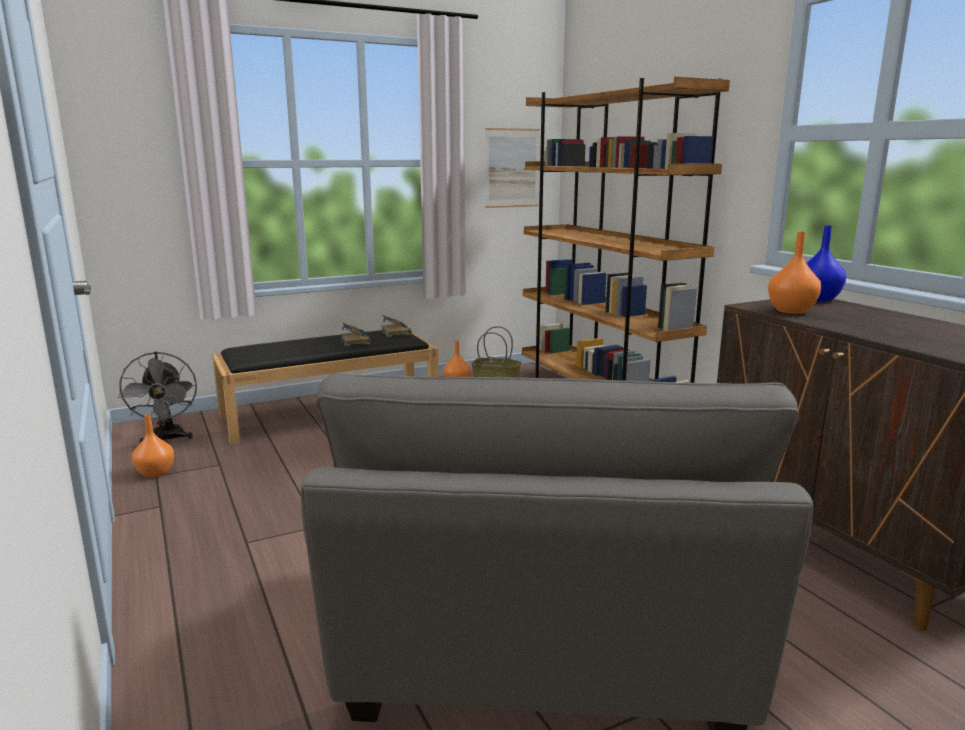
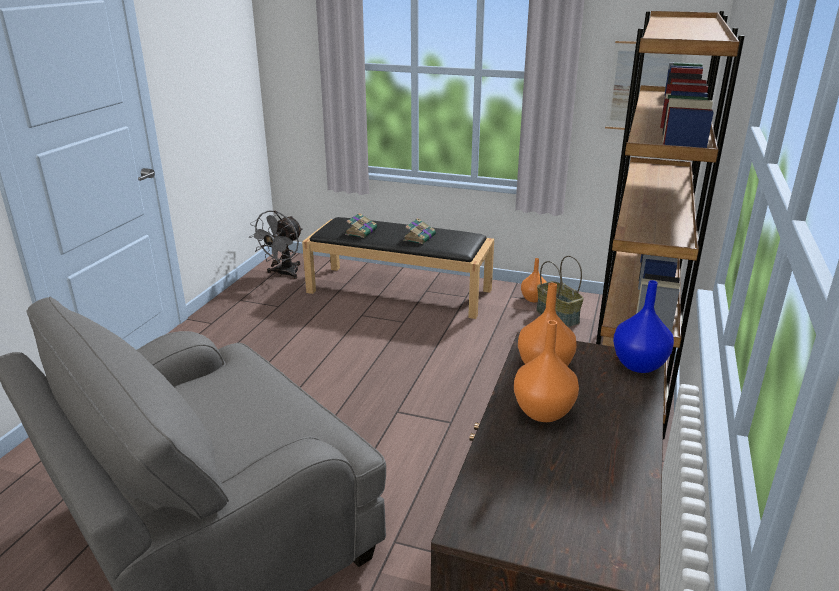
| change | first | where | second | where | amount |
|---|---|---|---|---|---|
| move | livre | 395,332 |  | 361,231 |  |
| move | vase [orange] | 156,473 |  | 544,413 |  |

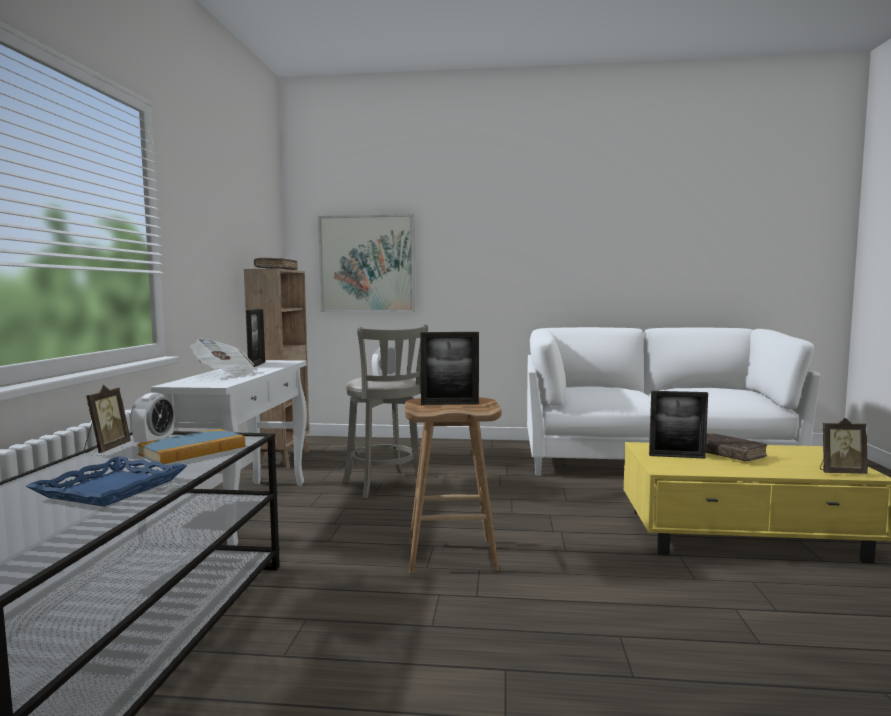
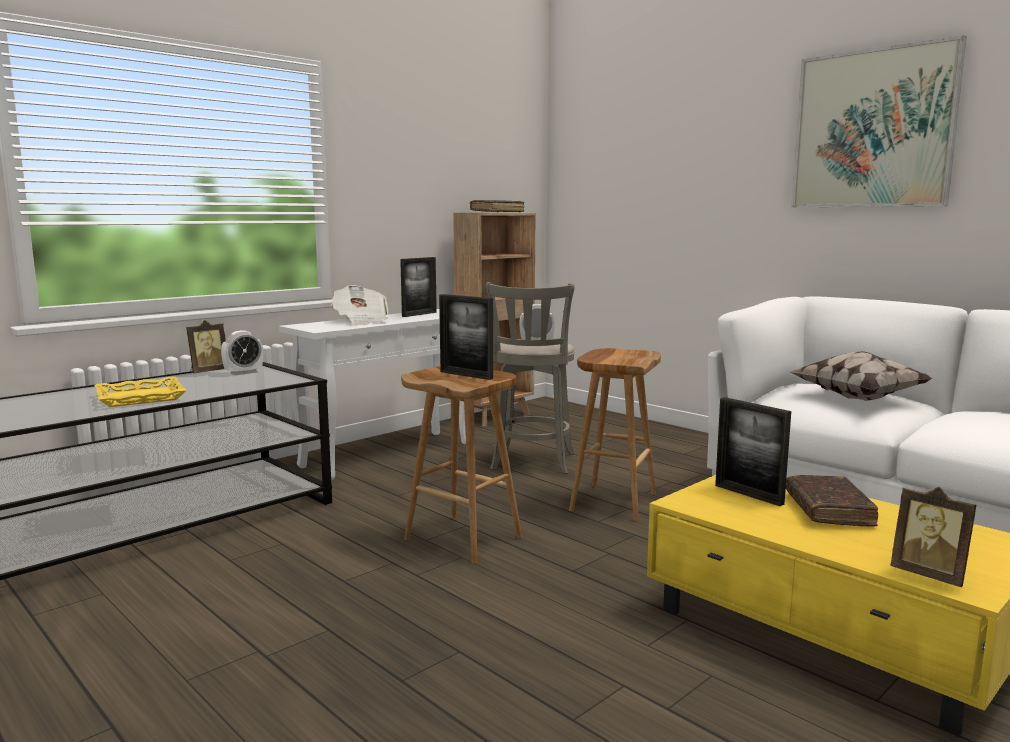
| change | first | where | second | where | amount |
|---|---|---|---|---|---|
| move | tableau | 367,264 |  | 873,129 |  |
| delete | livre | 193,450 |  |  |  |
| recolor | plateau [bleu] | 111,488 | plateau [jaune] | 141,397 |  |
| insert |  |  | tabouret [marron] | 613,501 |  |
| insert |  |  | coussin | 857,397 |  |

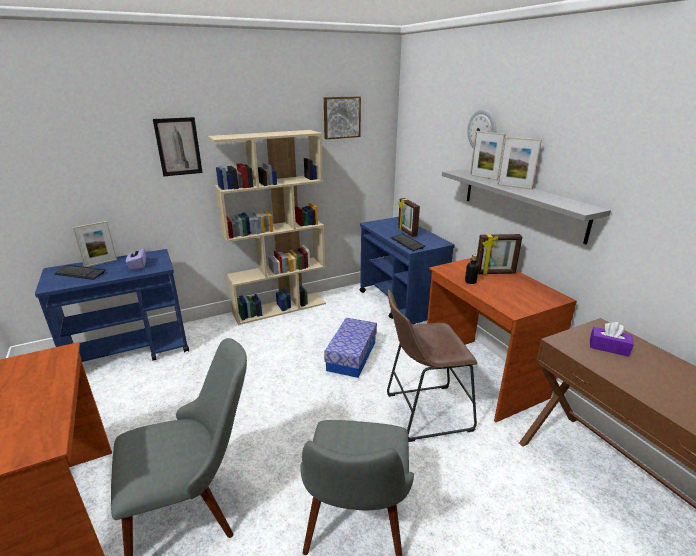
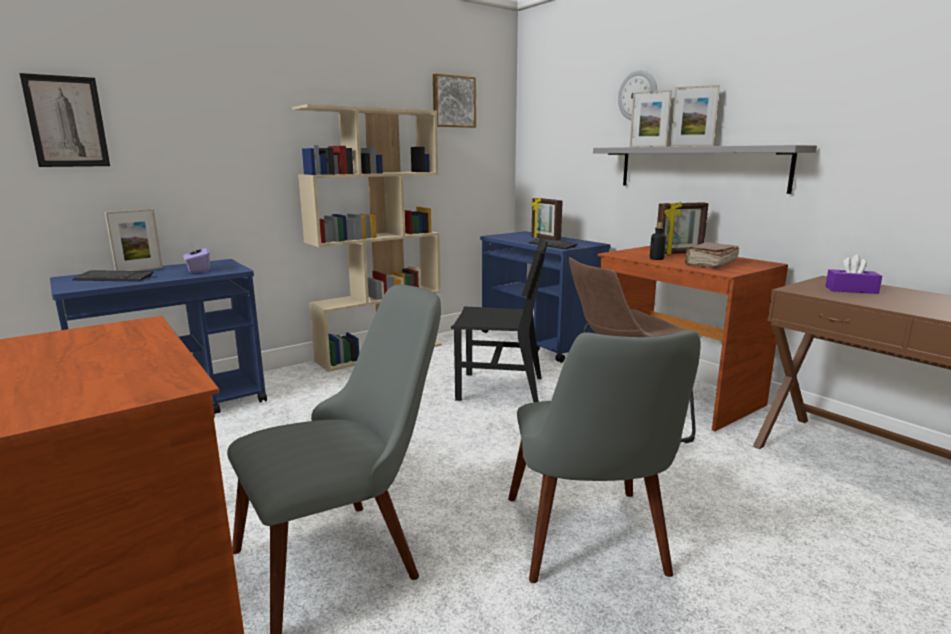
| change | first | where | second | where | amount |
|---|---|---|---|---|---|
| move | tableau | 178,146 |  | 67,122 |  |
| replace | boîte de rangement | 351,356 | chaise [noir] | 500,388 |  |
| insert |  |  | livre [marron] | 710,264 |  |

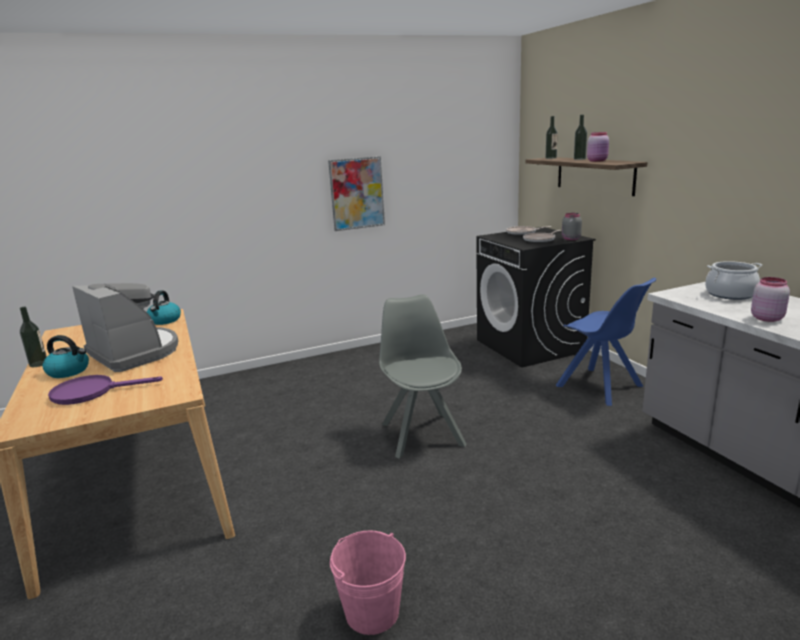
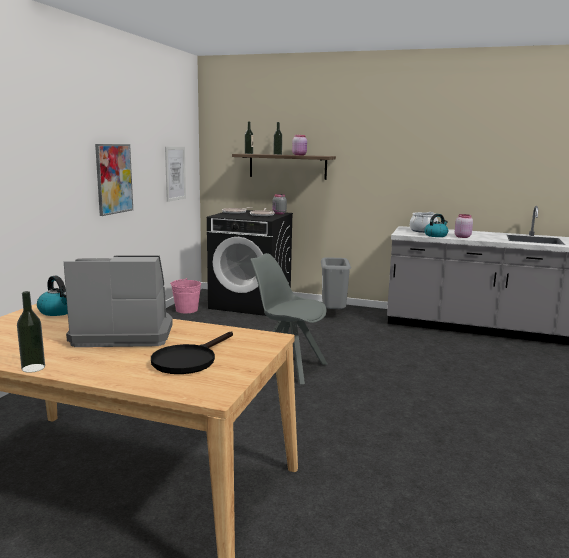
| change | first | where | second | where | amount |
|---|---|---|---|---|---|
| replace | chaise [bleu] | 601,387 | poubelle [gris] | 333,314 |  |
| move | bouilloire | 69,371 |  | 436,235 |  |
| recolor | poêle [violet] | 92,392 | poêle [noir] | 189,360 |  |
| move | seau [rose] | 372,612 |  | 186,310 |  |
| insert |  |  | tableau | 175,173 |  |

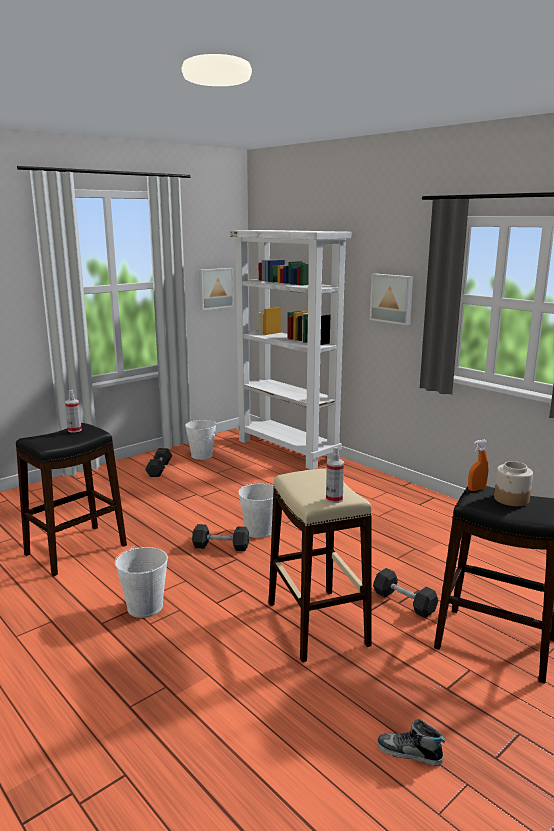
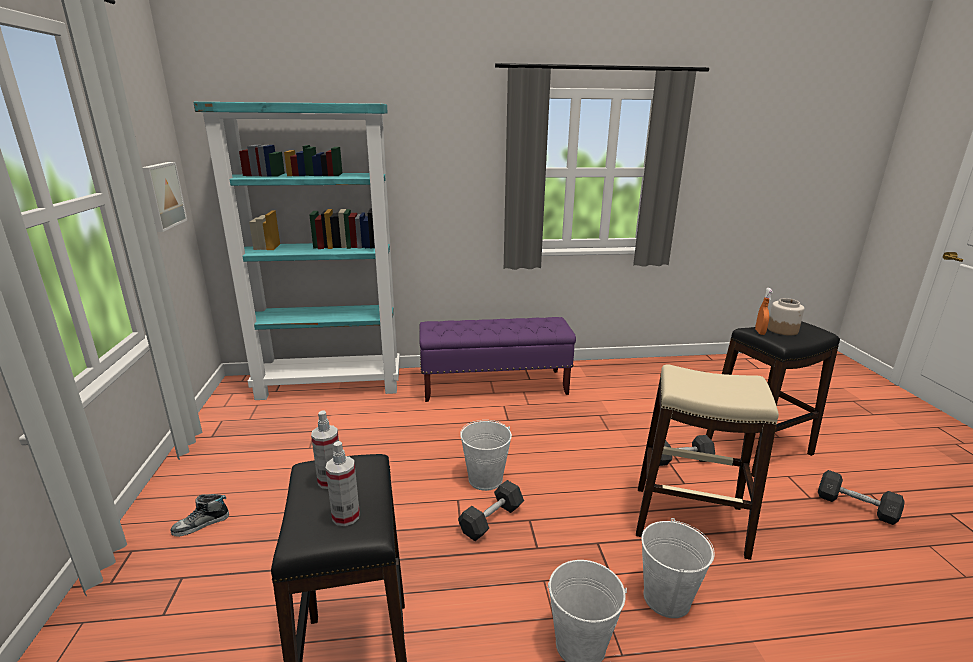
| change | first | where | second | where | amount |
|---|---|---|---|---|---|
| recolor | bibliothèque [blanc] | 288,450 | bibliothèque [turquoise] | 331,385 |  |
| delete | tableau | 392,298 |  |  |  |
| move | seau [blanc] | 201,455 |  | 666,598 |  |
| move | vaporisateur | 334,499 |  | 346,516 |  |
| move | haltère [gris] | 159,469 |  | 856,506 |  |
| move | chaussure | 409,753 |  | 201,524 |  |
| insert |  |  | banc [violet] | 495,386 |  |

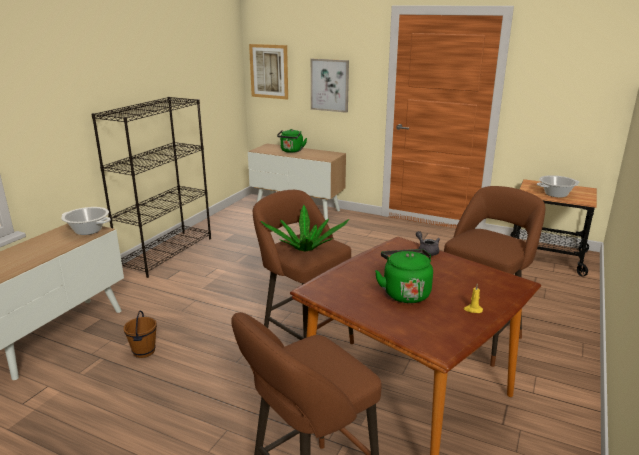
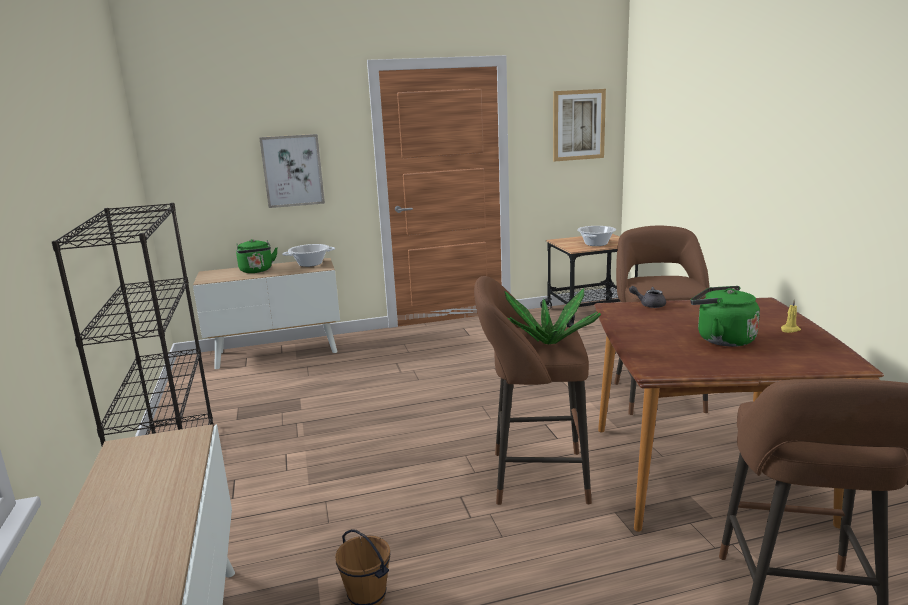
| change | first | where | second | where | amount |
|---|---|---|---|---|---|
| move | tableau | 269,71 |  | 578,125 |  |
| move | marmite | 88,230 |  | 310,264 |  |

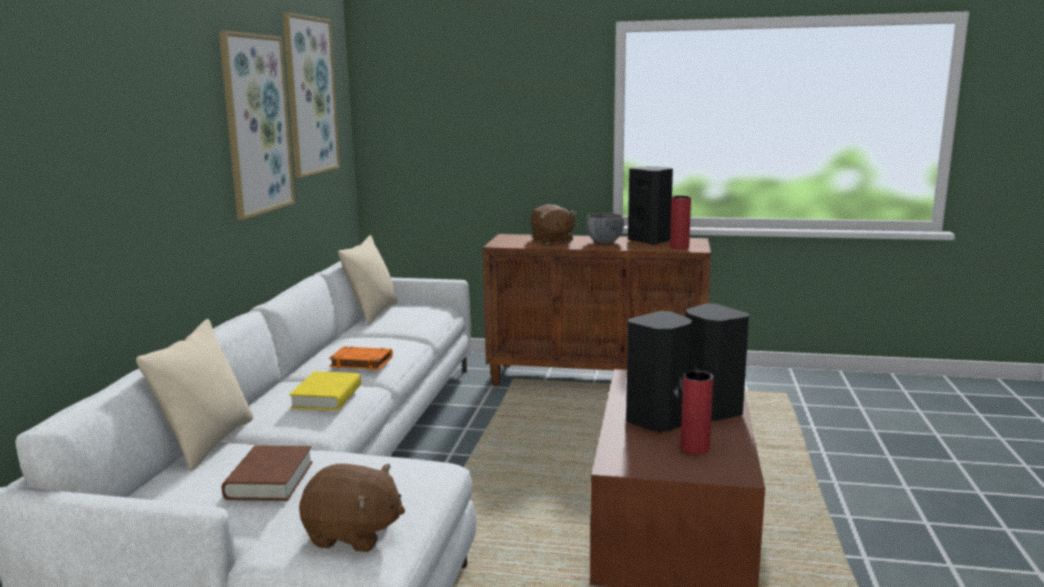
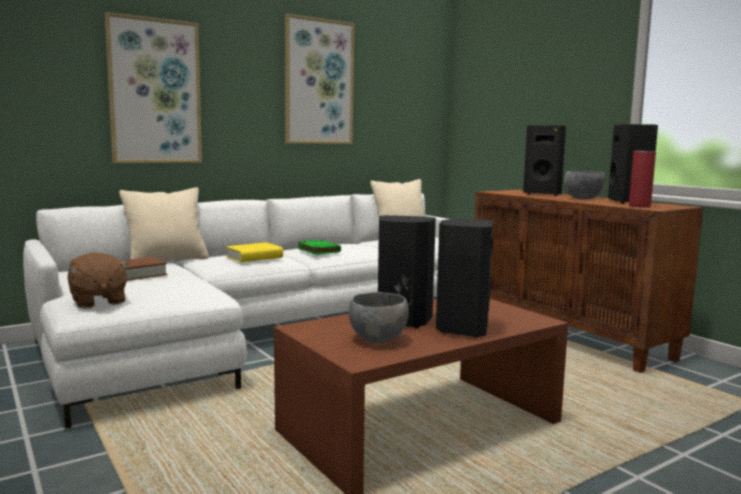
| change | first | where | second | where | amount |
|---|---|---|---|---|---|
| move | tableau | 310,96 |  | 155,92 |  |
| replace | peluche [marron] | 552,240 | enceinte [noir] | 543,194 |  |
| recolor | livre [orange] | 360,362 | livre [vert] | 318,250 |  |
| replace | vase [rouge] | 694,448 | bol [gris] | 378,339 |  |

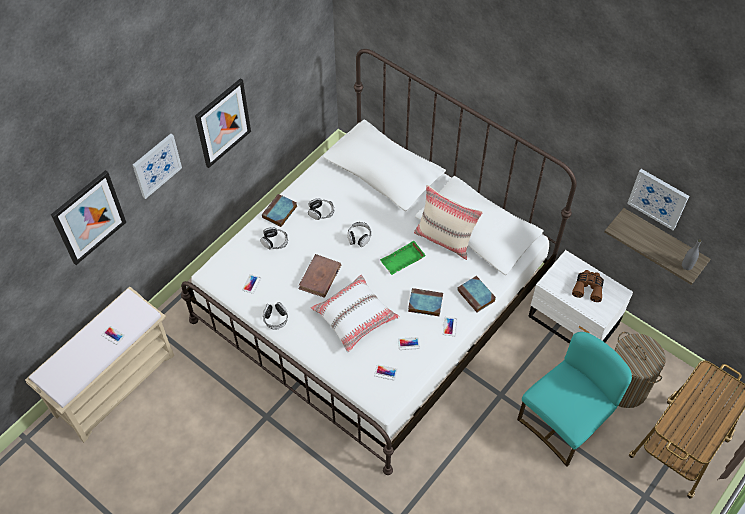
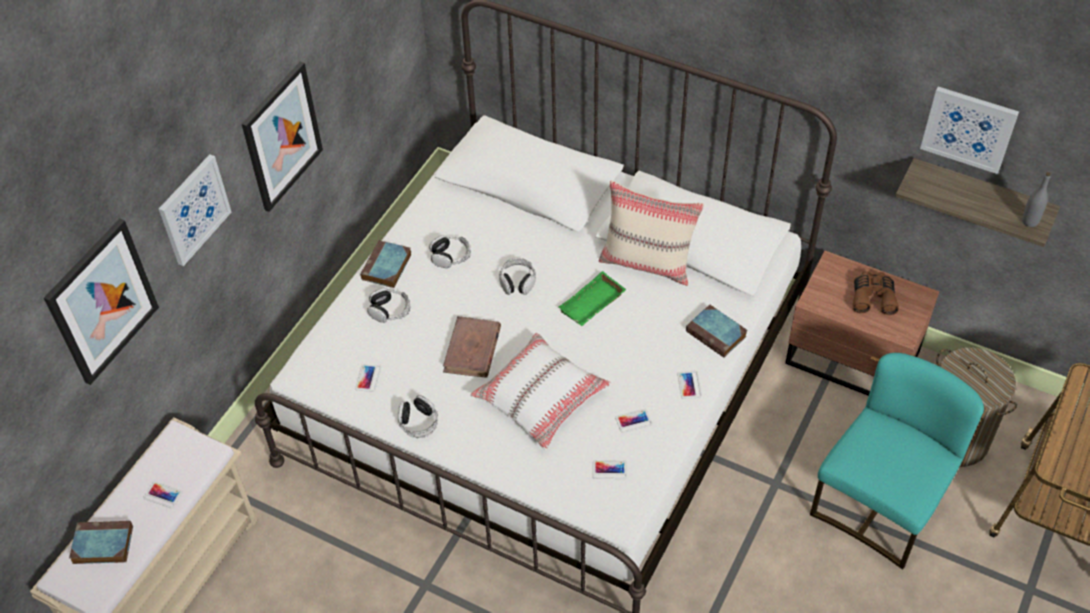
| change | first | where | second | where | amount |
|---|---|---|---|---|---|
| recolor | table de chevet [blanc] | 573,322 | table de chevet [marron] | 853,360 |  |
| move | livre | 424,304 |  | 101,545 |  |

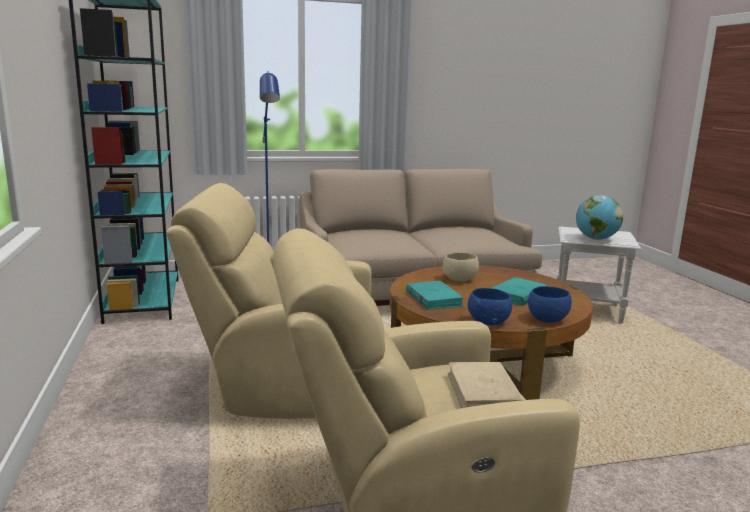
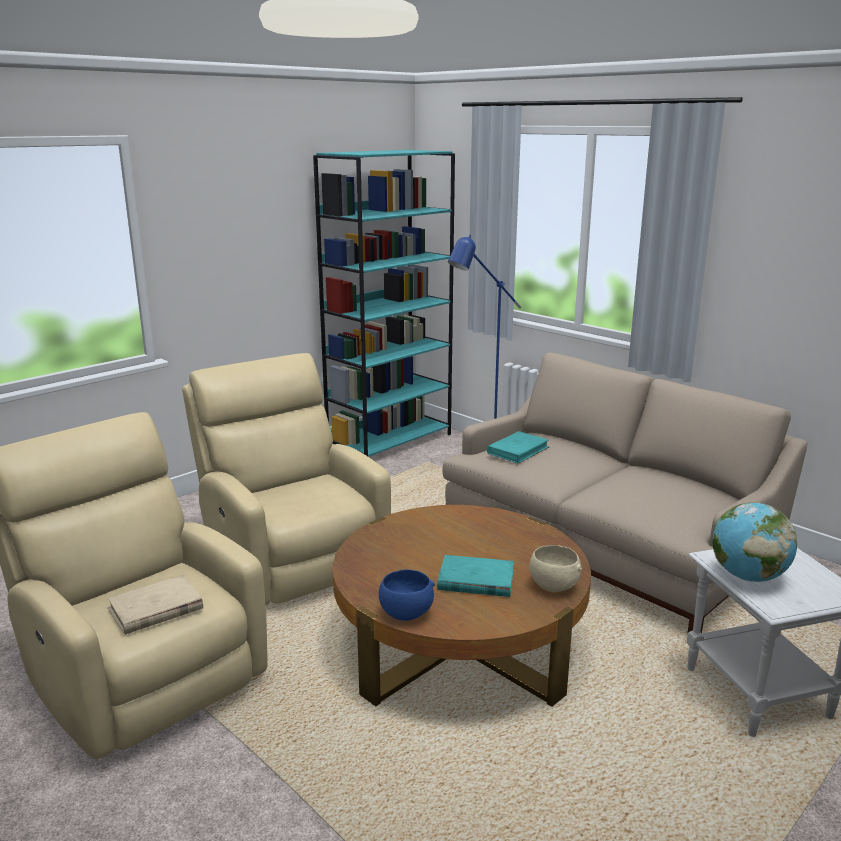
| change | first | where | second | where | amount |
|---|---|---|---|---|---|
| move | bol [beige] | 459,279 |  | 553,586 |  |
| move | livre [turquoise] | 433,298 |  | 518,450 |  |
| delete | bol [bleu] | 489,322 |  |  |  |

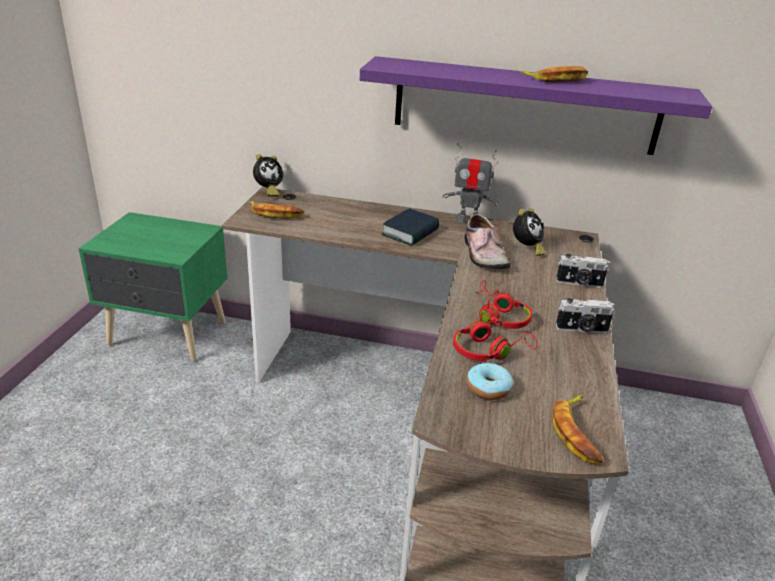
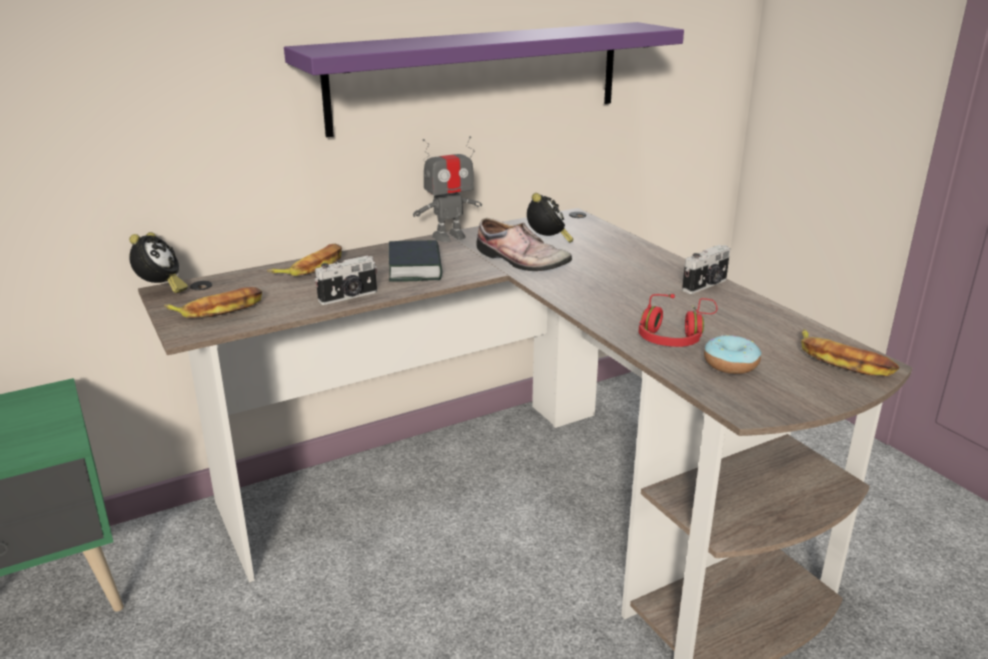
| change | first | where | second | where | amount |
|---|---|---|---|---|---|
| move | banane | 556,80 |  | 311,267 |  |
| move | appareil photo | 579,283 |  | 349,297 |  |
| delete | casque audio [rouge] | 498,315 |  |  |  |

